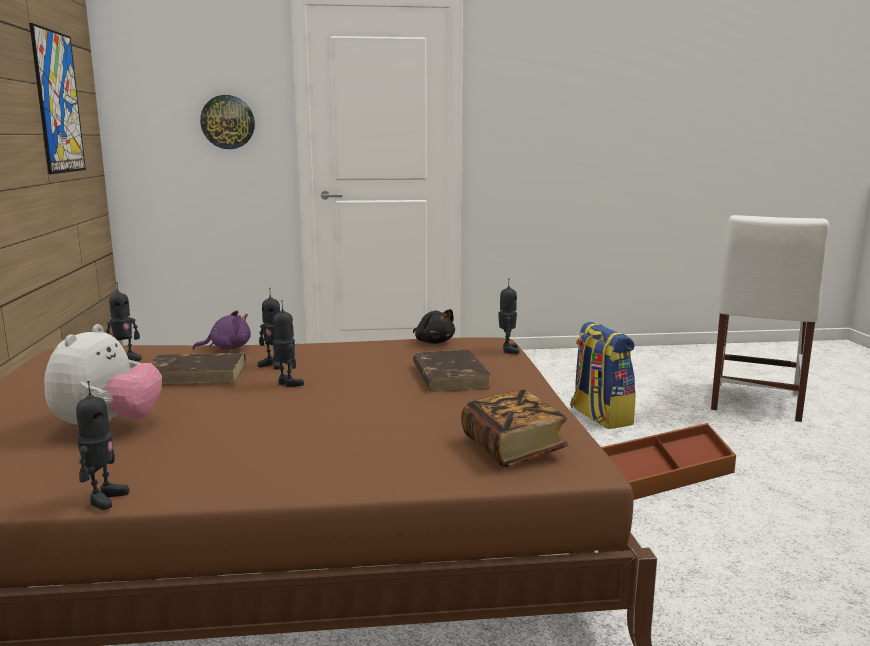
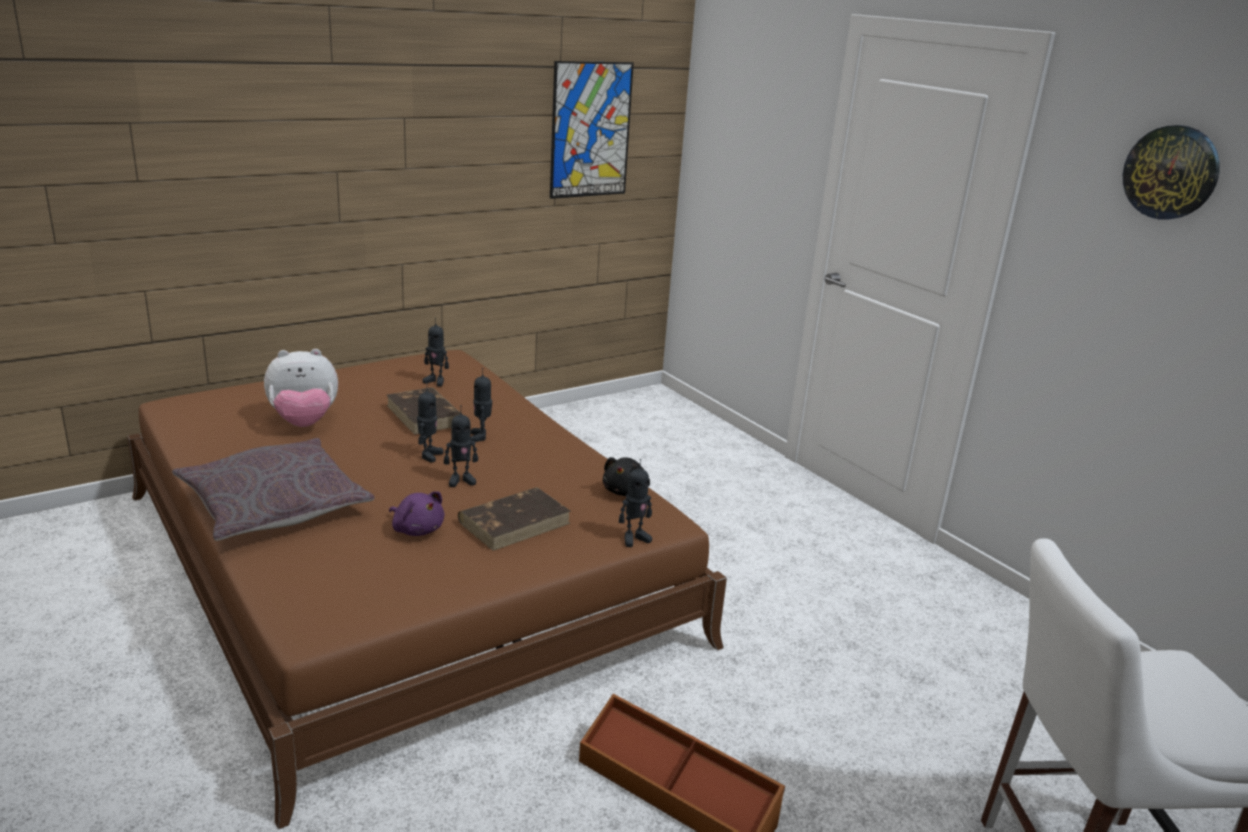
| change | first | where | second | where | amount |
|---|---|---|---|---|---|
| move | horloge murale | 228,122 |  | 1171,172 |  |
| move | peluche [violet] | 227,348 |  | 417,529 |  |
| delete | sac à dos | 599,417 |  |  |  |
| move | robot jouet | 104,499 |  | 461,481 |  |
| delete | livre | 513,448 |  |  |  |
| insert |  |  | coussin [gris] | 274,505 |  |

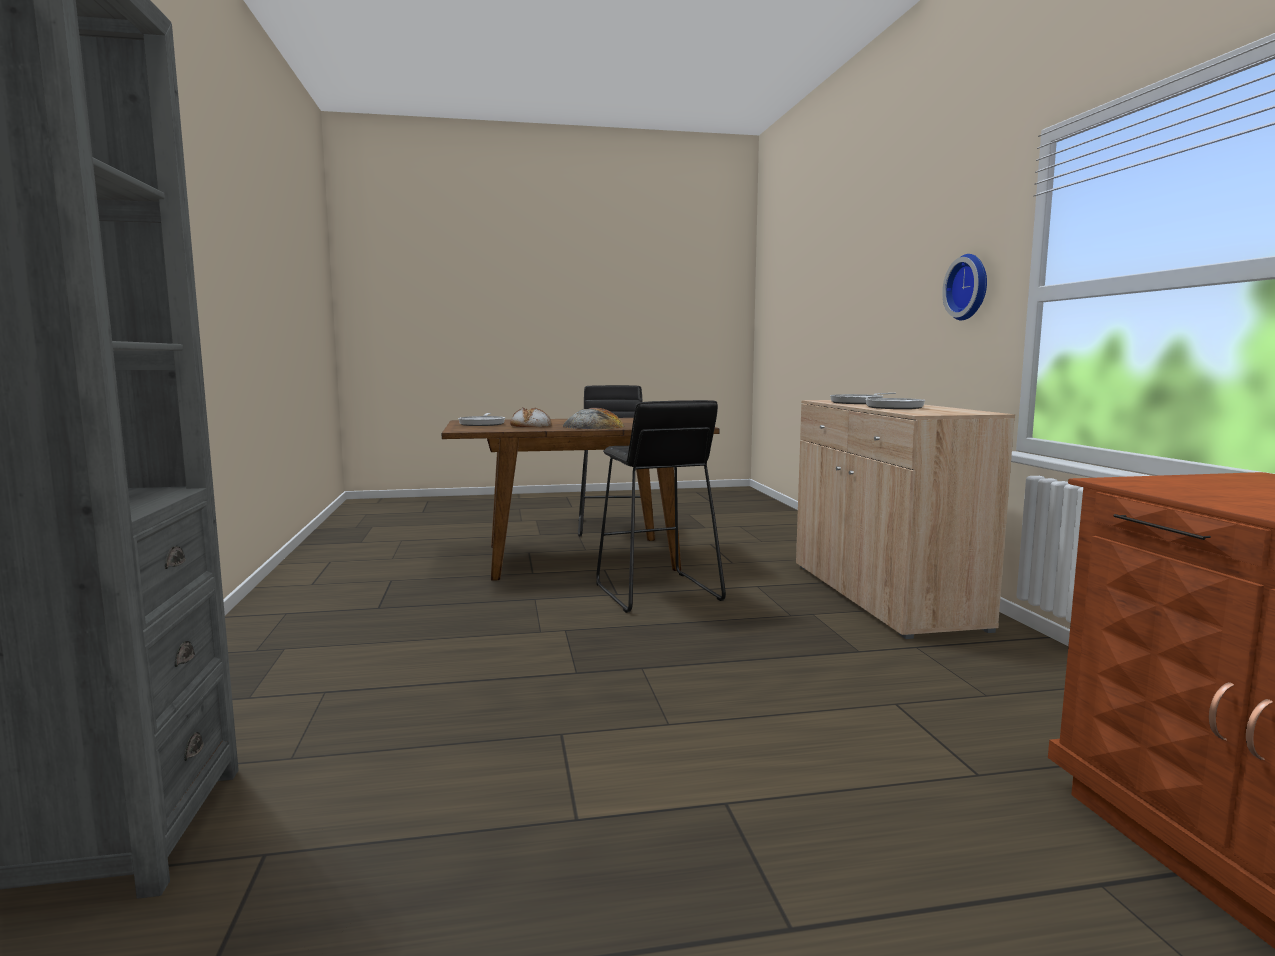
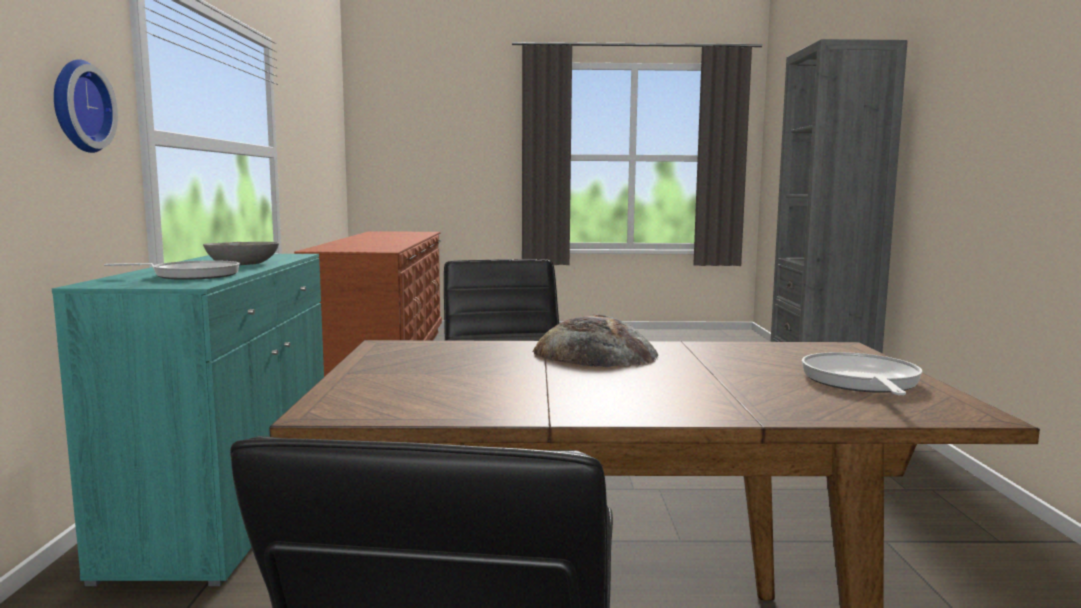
| change | first | where | second | where | amount |
|---|---|---|---|---|---|
| replace | poêle | 890,407 | bol [gris] | 242,264 |  |
| recolor | meuble de rangement [beige] | 882,595 | meuble de rangement [turquoise] | 229,508 |  |
| delete | pain | 530,426 |  |  |  |

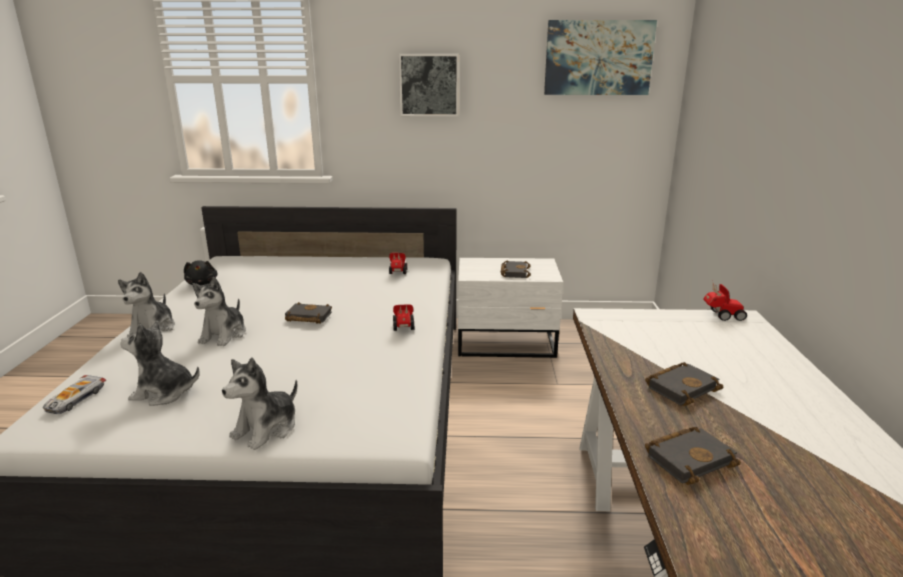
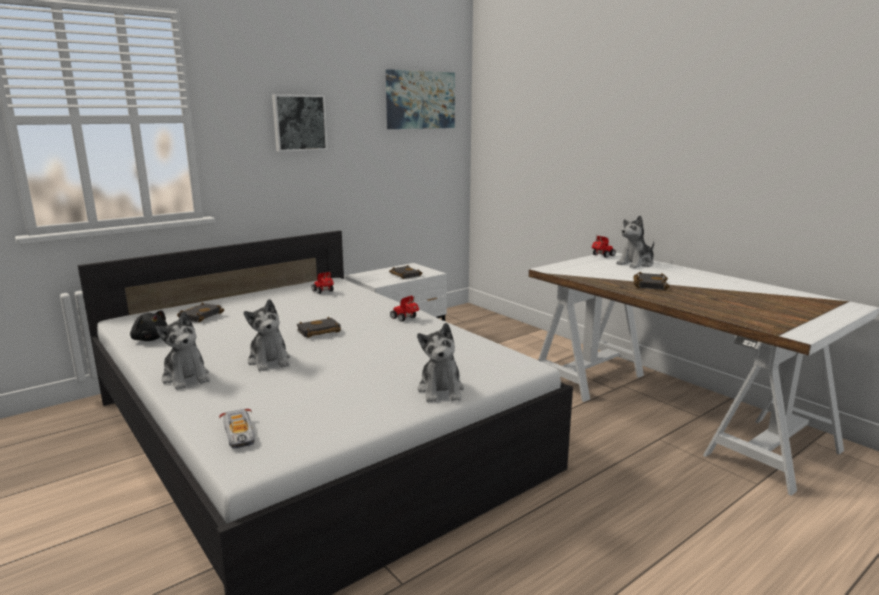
| change | first | where | second | where | amount |
|---|---|---|---|---|---|
| move | peluche | 164,393 |  | 636,264 |  |
| move | livre [noir] | 689,458 |  | 200,315 |  |

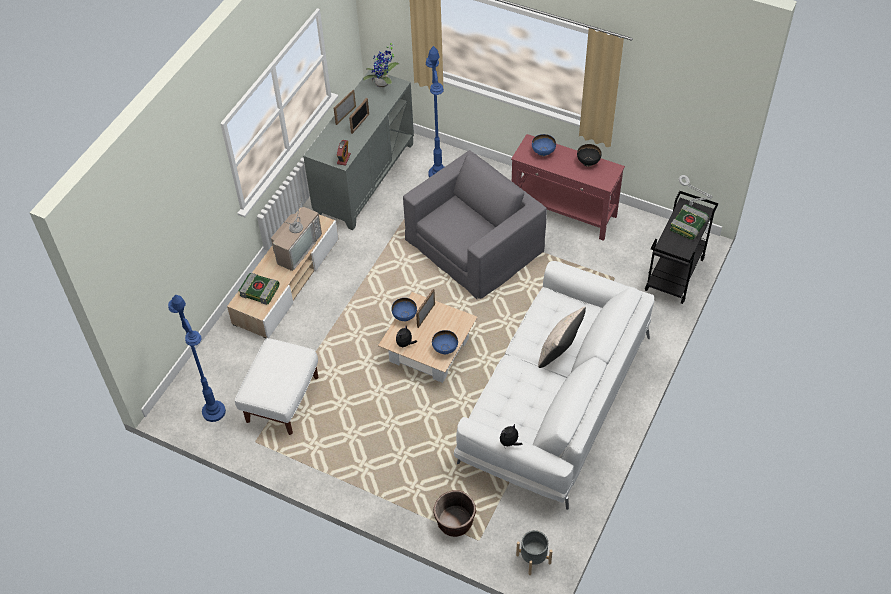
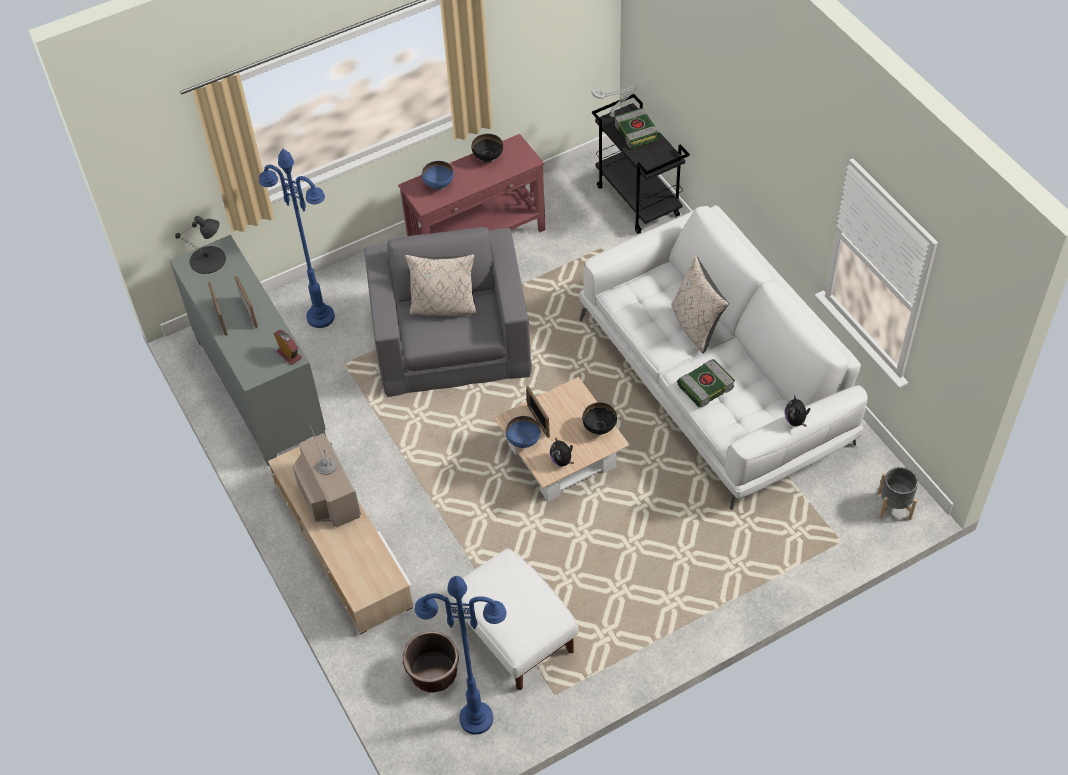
| change | first | where | second | where | amount |
|---|---|---|---|---|---|
| replace | plante en pot | 383,84 | lampe de table [noir] | 208,260 |  |
| move | livre | 260,291 |  | 705,386 |  |
| recolor | bol [bleu] | 445,349 | bol [noir] | 599,428 |  |
| move | cache-pot [marron] | 455,522 |  | 433,673 |  |
| insert |  |  | coussin [beige] | 444,307 |  |

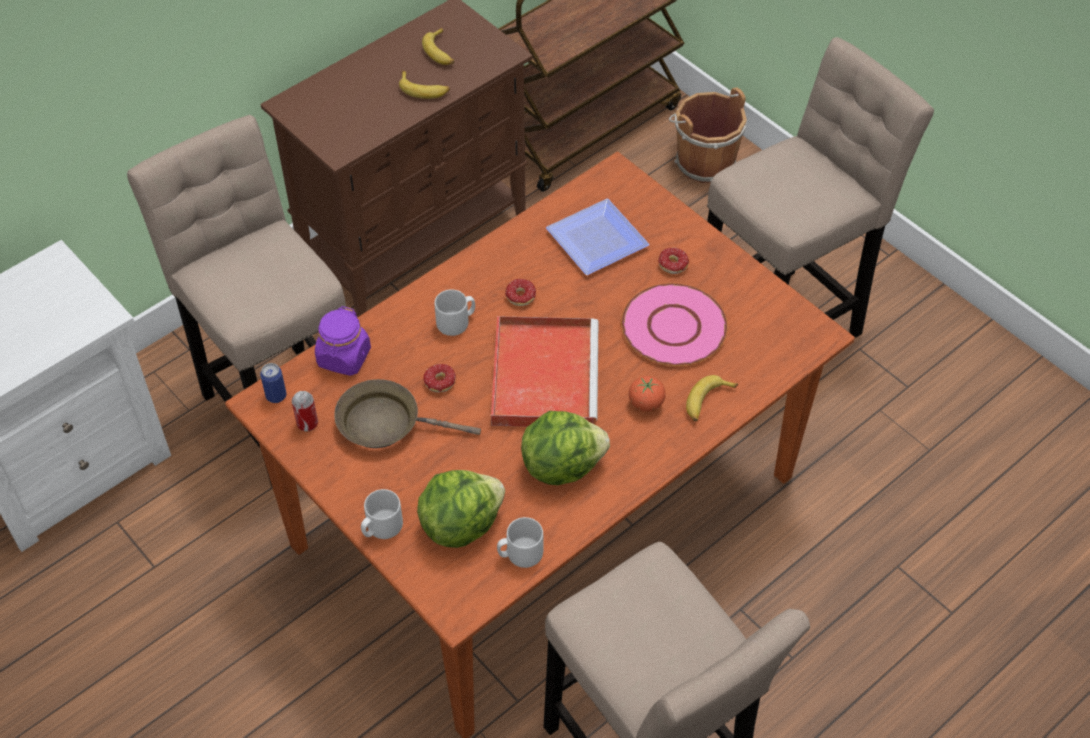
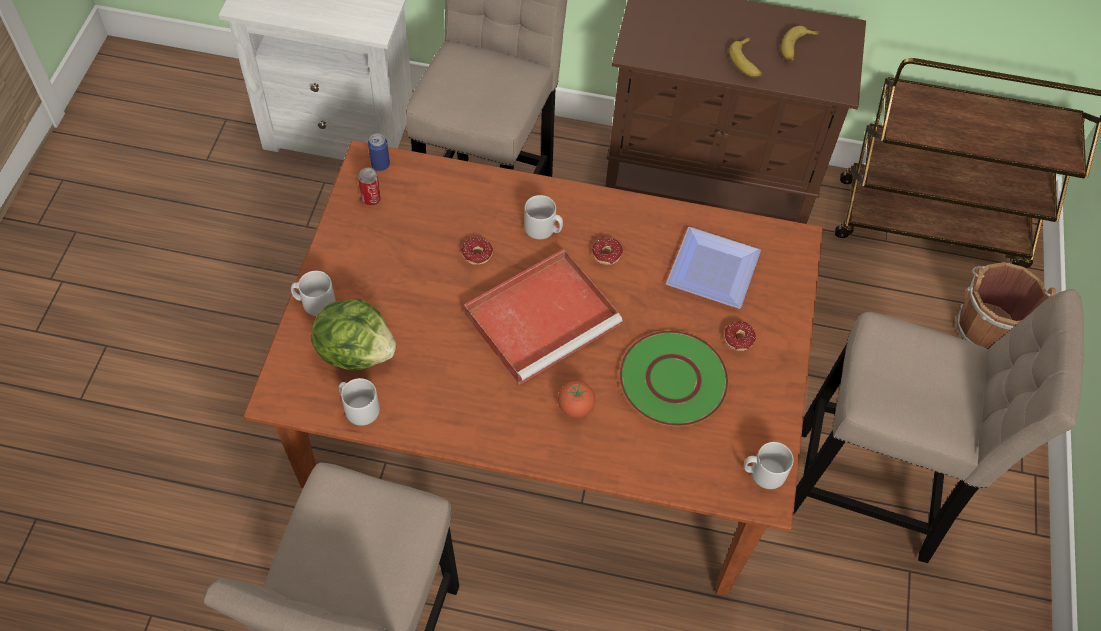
| change | first | where | second | where | amount |
|---|---|---|---|---|---|
| recolor | assiette [rose] | 674,327 | assiette [vert] | 672,380 |  |
| delete | bocal [violet] | 344,357 |  |  |  |
| delete | banane | 707,402 |  |  |  |
| delete | poêle [marron] | 386,423 |  |  |  |
| delete | laitue | 561,465 |  |  |  |
| insert |  |  | mug [gris] | 763,473 |  |

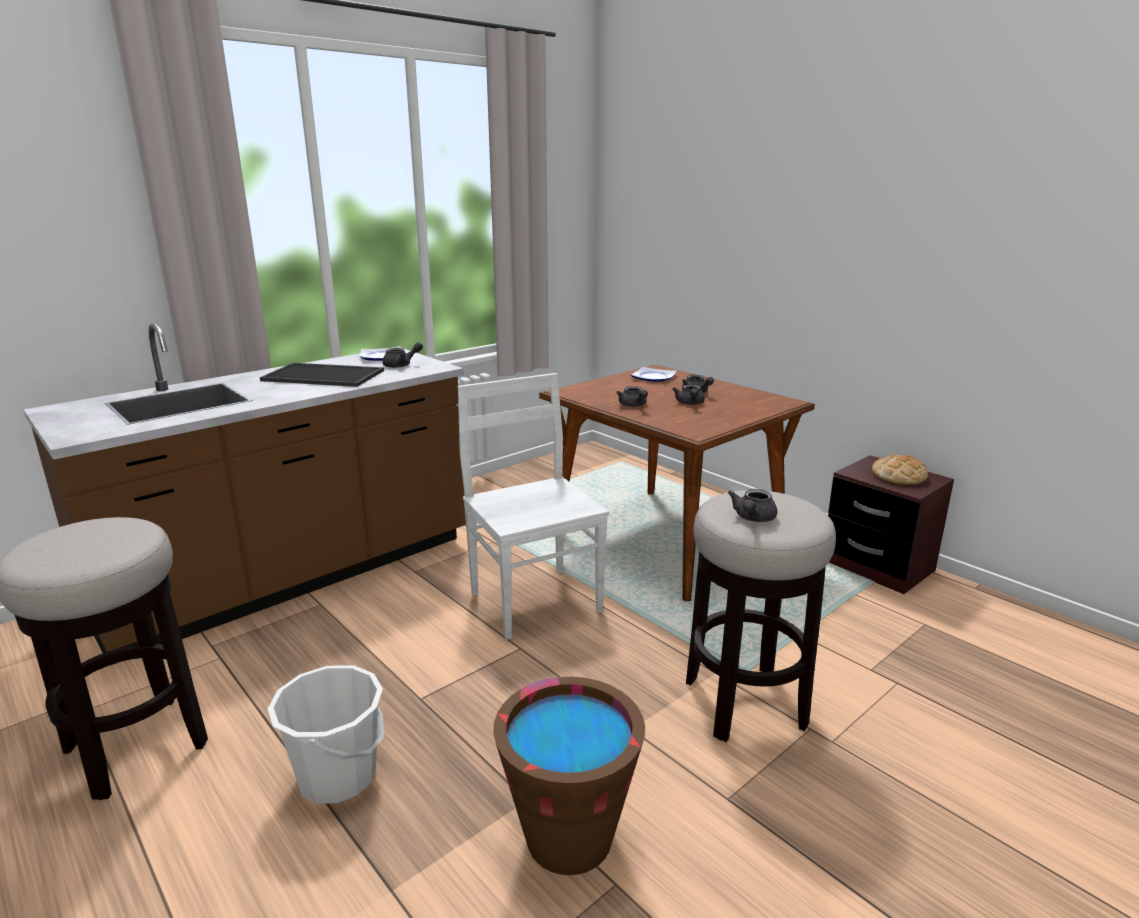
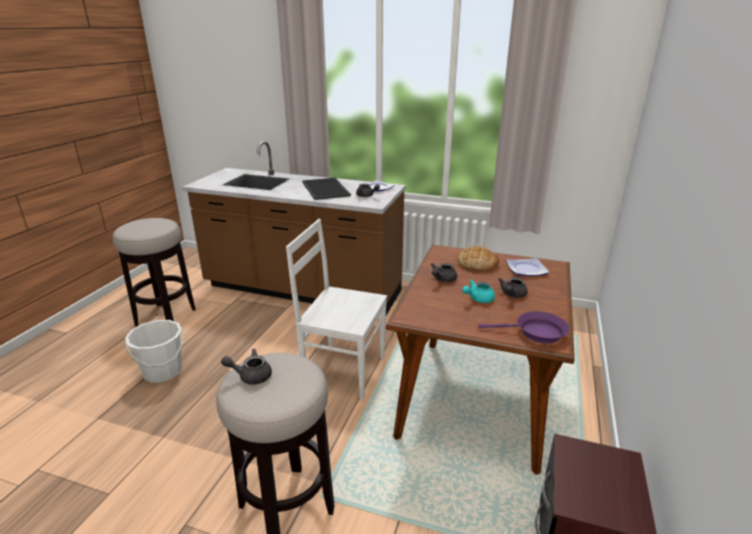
| change | first | where | second | where | amount |
|---|---|---|---|---|---|
| rotate | chaise [blanc] | 534,600 |  | 342,370 | 105 degrees counterclockwise |
| recolor | théière [gris] | 690,404 | théière [turquoise] | 478,299 |  |
| move | pain | 899,476 |  | 477,263 |  |
| delete | seau [marron] | 569,837 |  |  |  |
| insert |  |  | poêle [violet] | 536,333 |  |

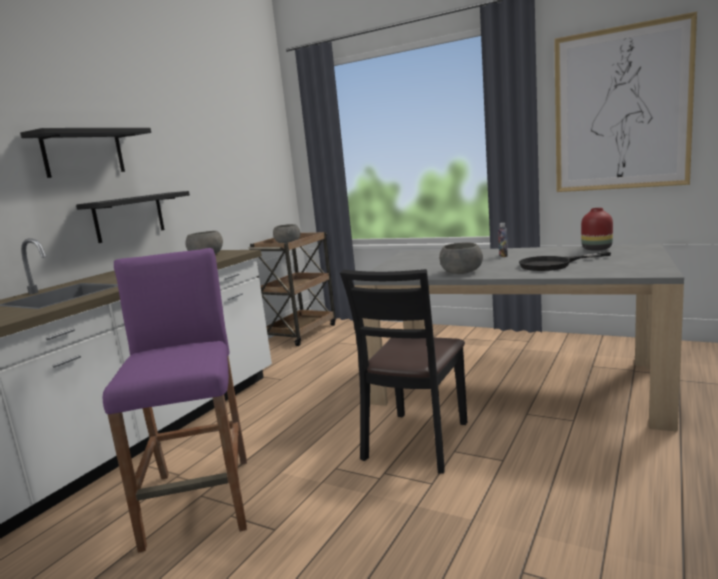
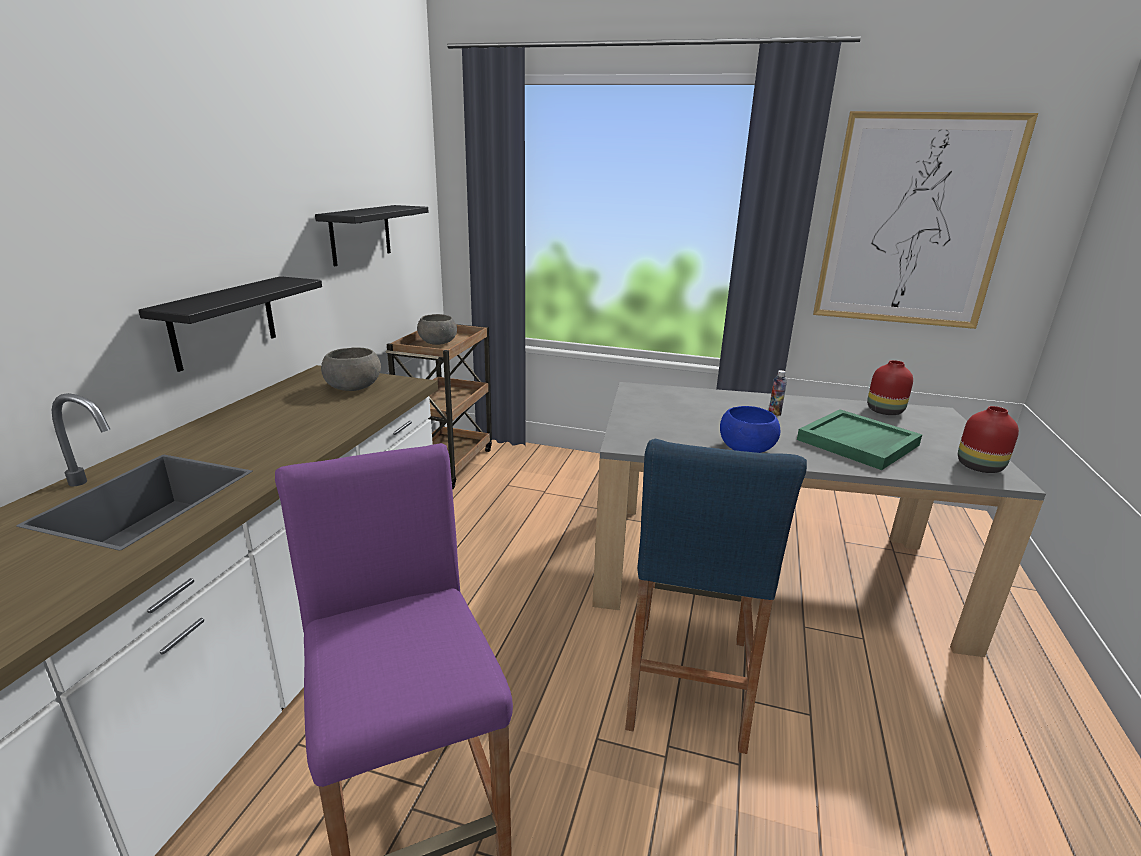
| change | first | where | second | where | amount |
|---|---|---|---|---|---|
| move | étagère [noir] | 83,153 |  | 360,234 |  |
| recolor | bol [gris] | 461,272 | bol [bleu] | 746,448 |  |
| replace | poêle [noir] | 553,264 | plateau [vert] | 858,443 |  |
| replace | chaise [noir] | 417,441 | tabouret [bleu] | 687,681 |  |
| insert |  |  | vase [rouge] | 978,466 |  |

